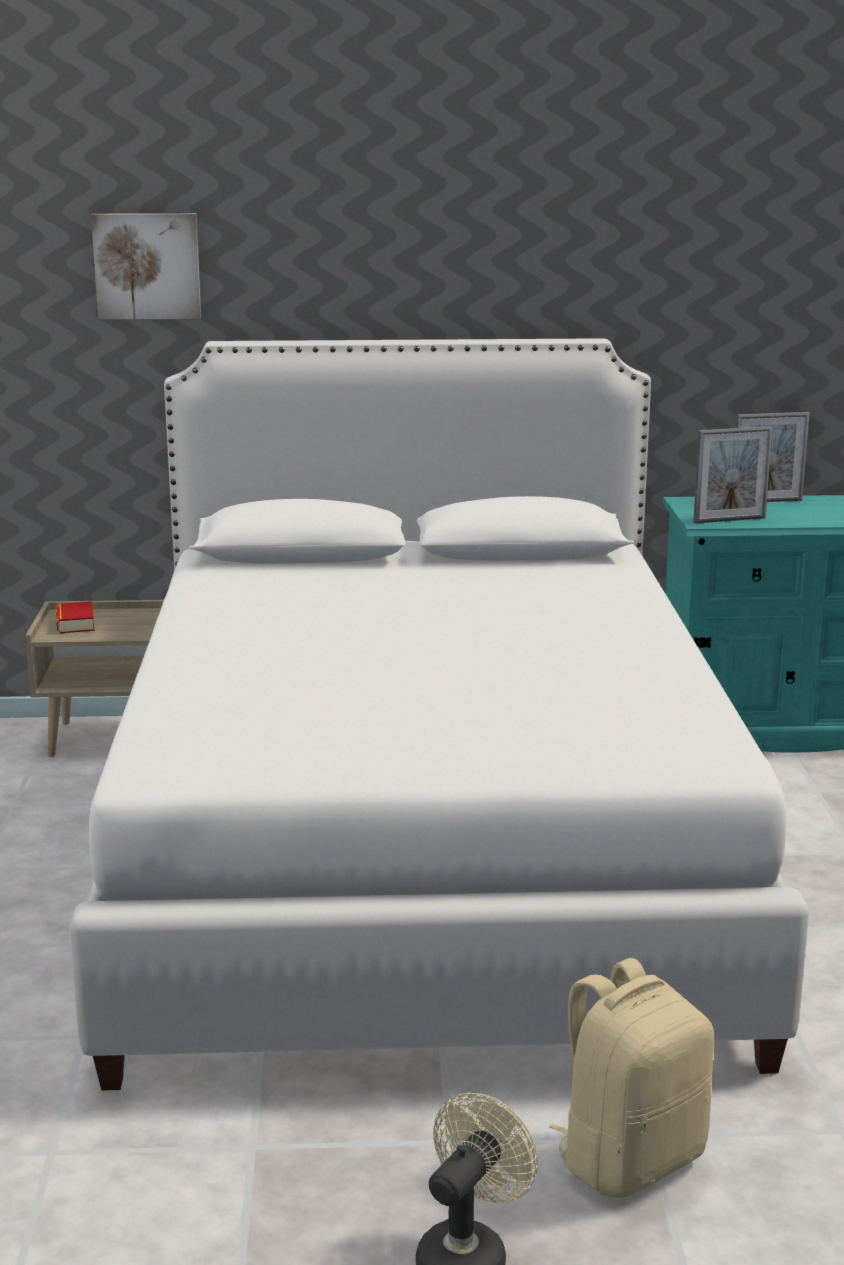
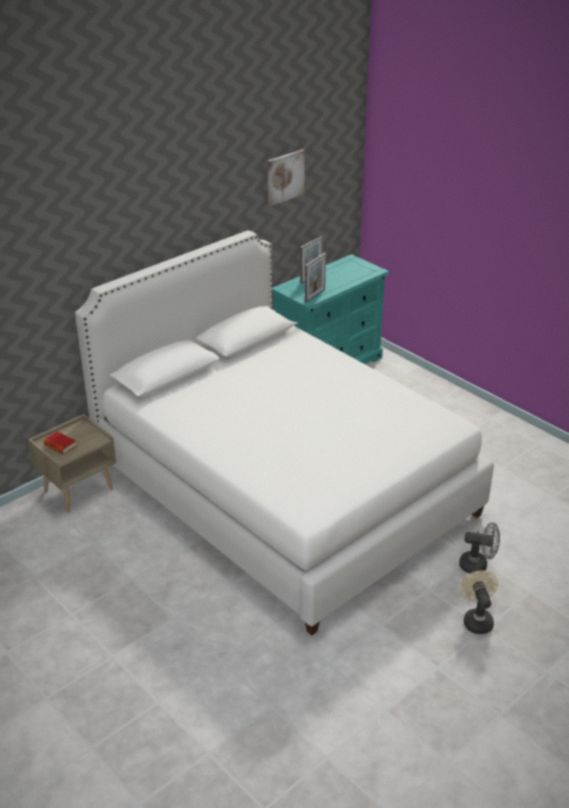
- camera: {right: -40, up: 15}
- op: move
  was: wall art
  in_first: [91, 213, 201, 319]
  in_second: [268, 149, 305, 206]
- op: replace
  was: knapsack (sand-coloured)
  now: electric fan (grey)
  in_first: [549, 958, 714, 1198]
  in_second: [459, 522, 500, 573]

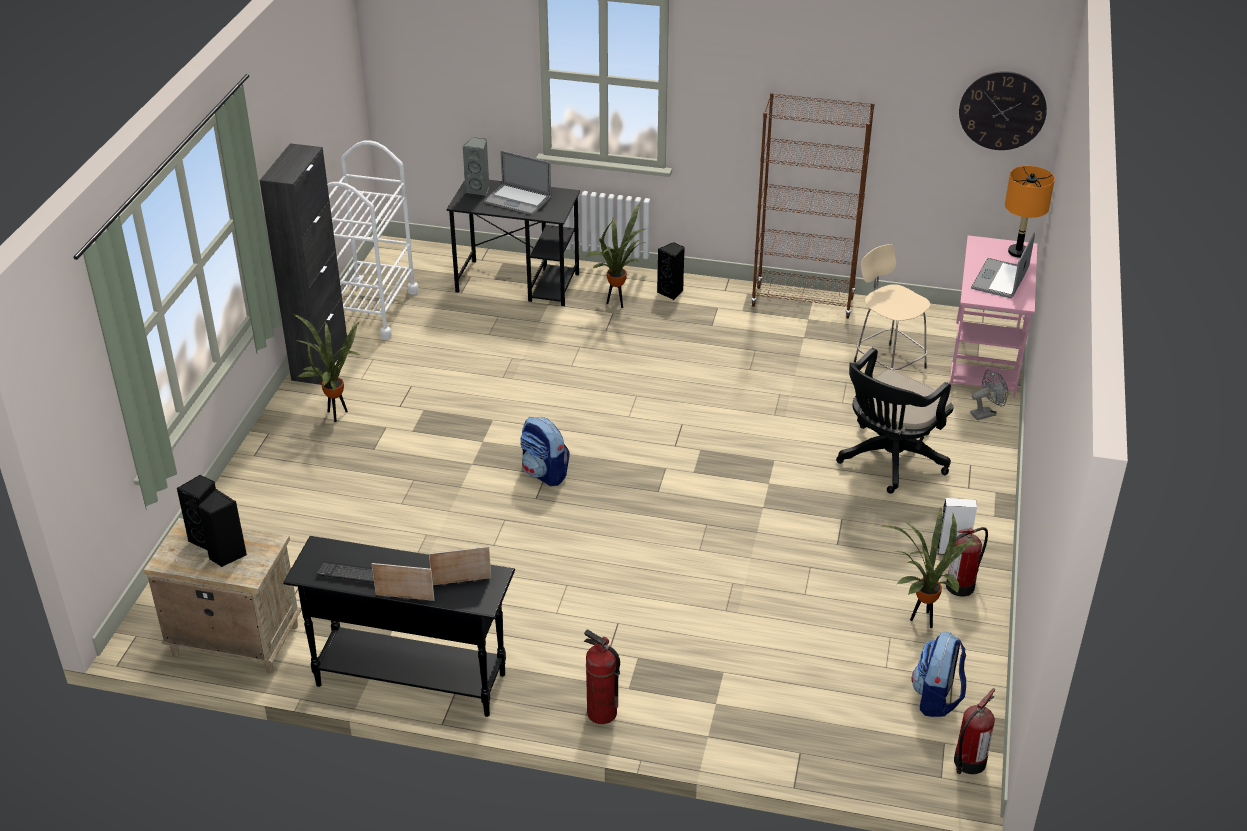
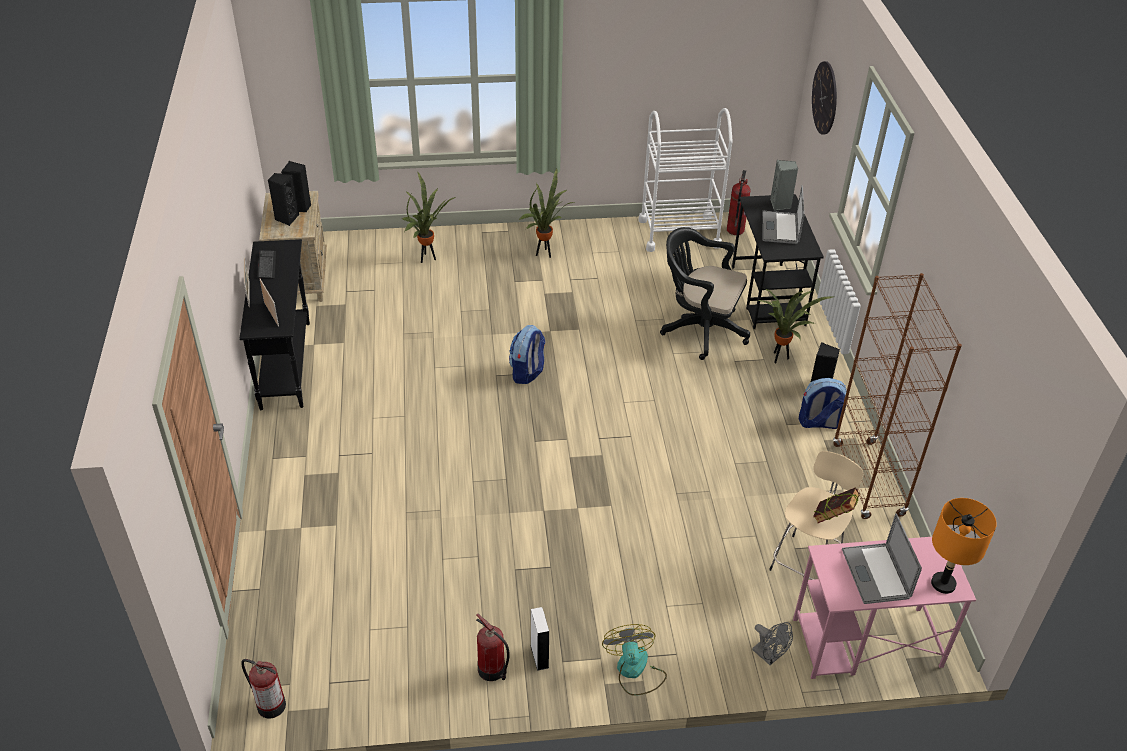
- camera: {right: 70, up: 5}
- op: delete
  was: cupboard (blackish)
  in_first: [259, 143, 347, 385]
- op: move
  was: fire extinguisher
  in_first: [584, 629, 620, 724]
  in_second: [727, 170, 751, 235]
- op: move
  was: office chair (blackish)
  in_first: [836, 348, 954, 494]
  in_second: [660, 227, 750, 360]
- op: move
  was: potted plant
  in_first: [883, 506, 982, 628]
  in_second: [402, 171, 456, 263]
- op: move
  was: knapsack
  in_first: [911, 632, 966, 717]
  in_second: [799, 378, 847, 429]
- op: move
  was: hanging clock
  in_first: [959, 71, 1047, 150]
  in_second: [812, 61, 837, 135]
- op: rotate
  was: laptop
  in_first: [971, 233, 1035, 298]
  in_second: [842, 514, 922, 604]
  clockwise: -105
- op: insert
  now: electric fan
  in_second: [602, 624, 667, 696]
- op: insert
  now: bound book
  in_second: [813, 487, 860, 523]

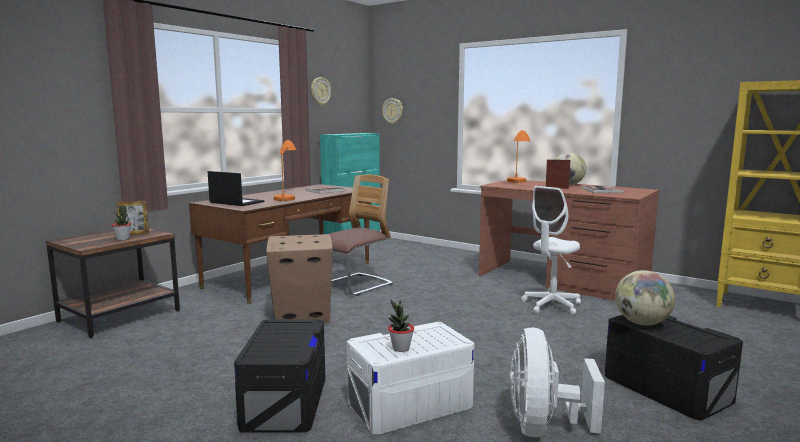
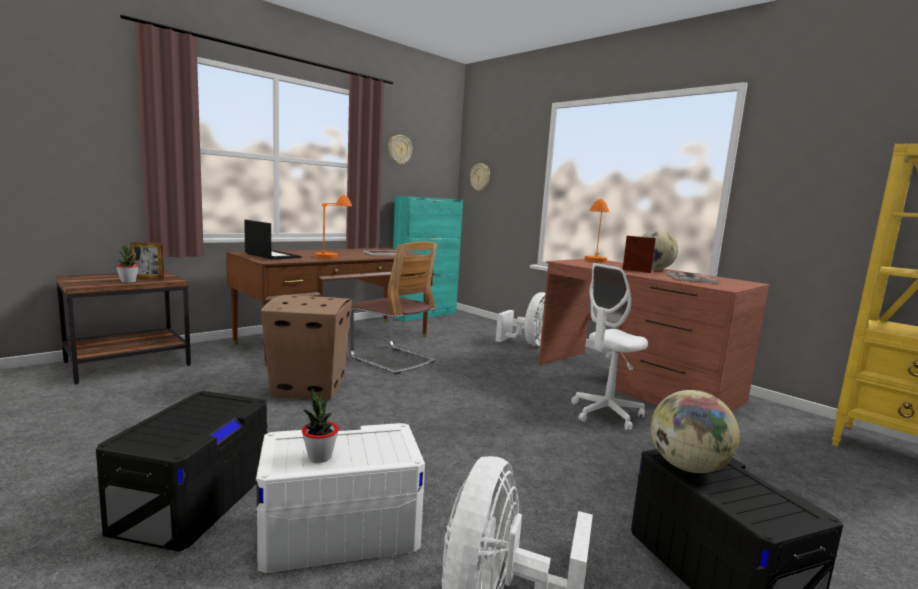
- camera: {right: 10, up: 0}
- op: rotate
  was: plain chair
  in_first: [329, 175, 393, 296]
  in_second: [350, 241, 438, 375]
  clockwise: 75
- op: insert
  now: electric fan (white)
  in_second: [496, 292, 545, 346]

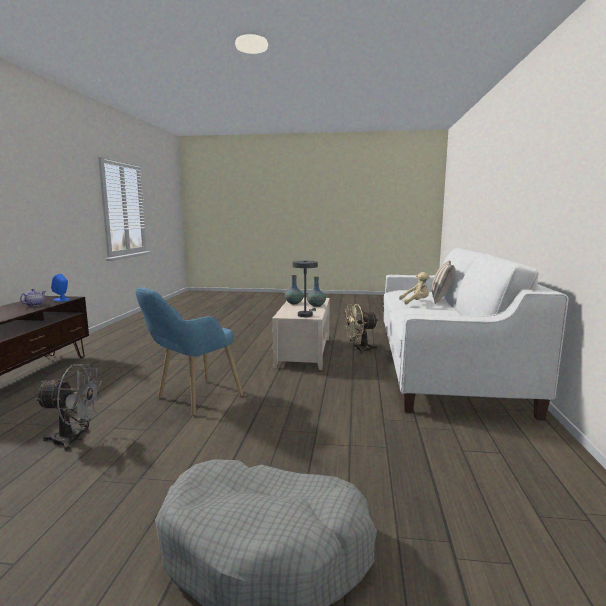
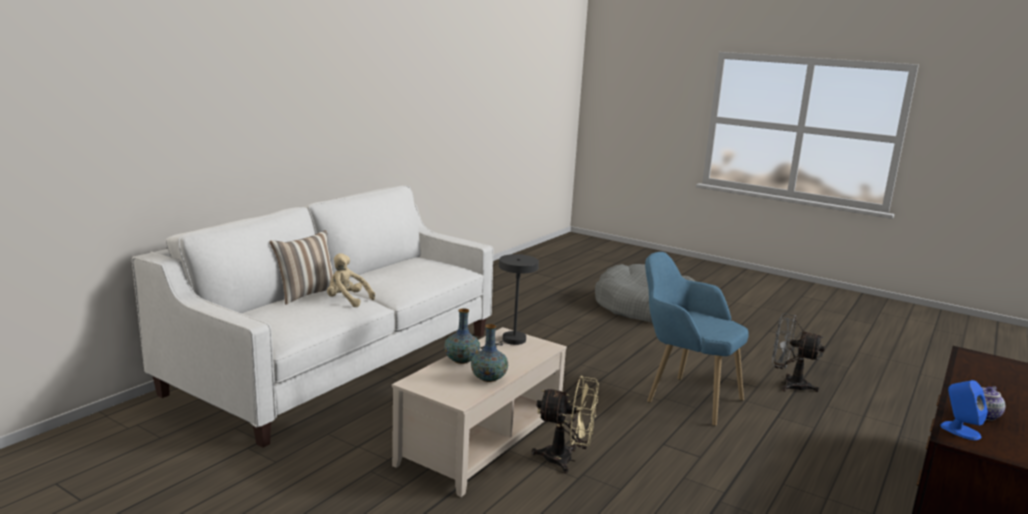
- camera: {right: -155, up: 5}
- op: rotate
  was: easy chair (bluish)
  in_first: [136, 287, 243, 416]
  in_second: [645, 252, 749, 426]
  clockwise: -120
- op: move
  was: electric fan (sand-coloured)
  in_first: [345, 304, 378, 354]
  in_second: [531, 376, 599, 473]

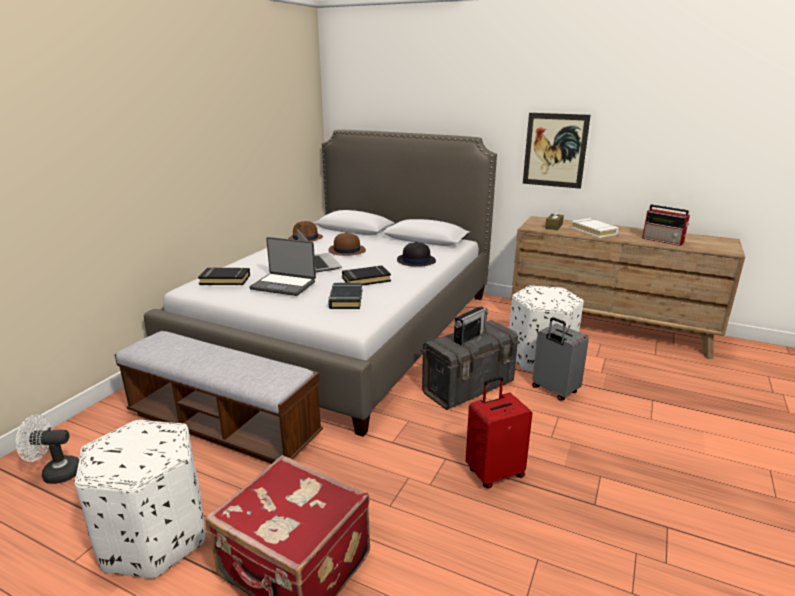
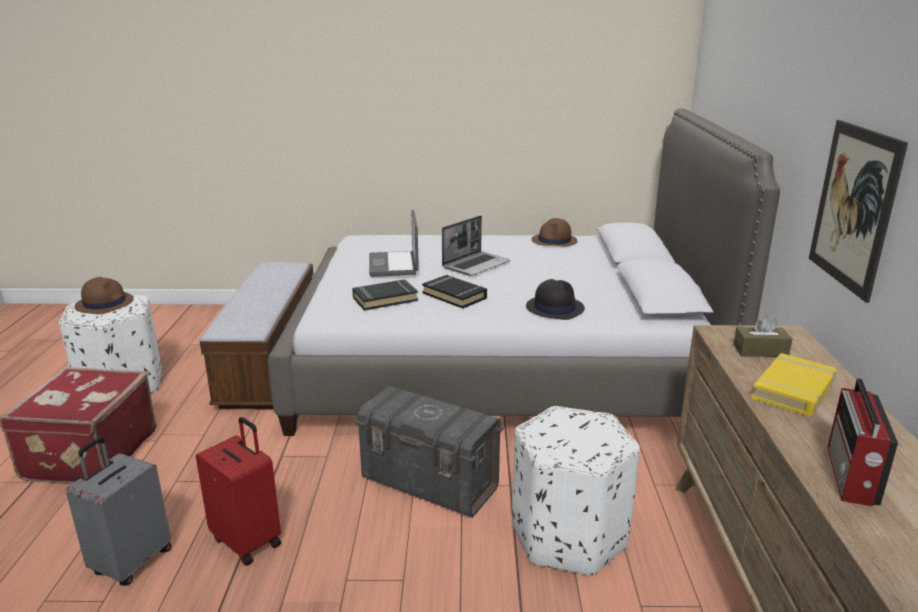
- camera: {right: 65, up: 0}
- op: delete
  was: electric fan (white)
  in_first: [16, 415, 79, 484]
- op: delete
  was: bound book (blackish)
  in_first: [198, 267, 250, 285]
- op: move
  was: clothing hat (brown-coloured)
  in_first: [328, 232, 366, 256]
  in_second: [74, 277, 134, 314]
- op: delete
  was: radio
  in_first: [454, 307, 488, 345]
- op: move
  was: piece of luggage (grey)
  in_first: [532, 317, 589, 401]
  in_second: [66, 437, 172, 586]
- op: recolor
  was: bound book (white)
  now: bound book (yellow-coloured)
  in_first: [571, 218, 619, 238]
  in_second: [752, 353, 836, 416]

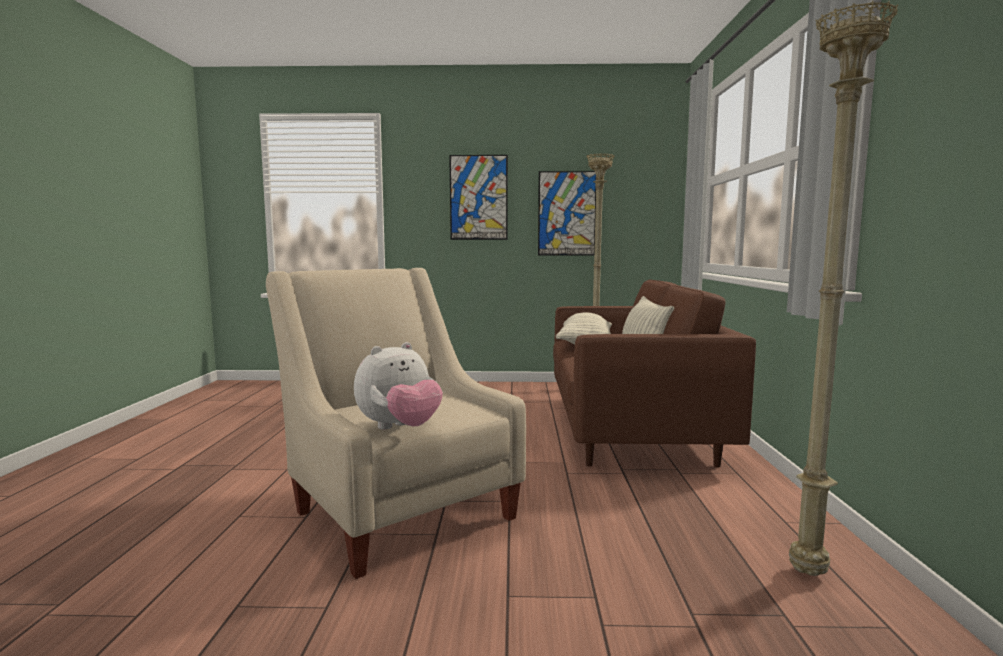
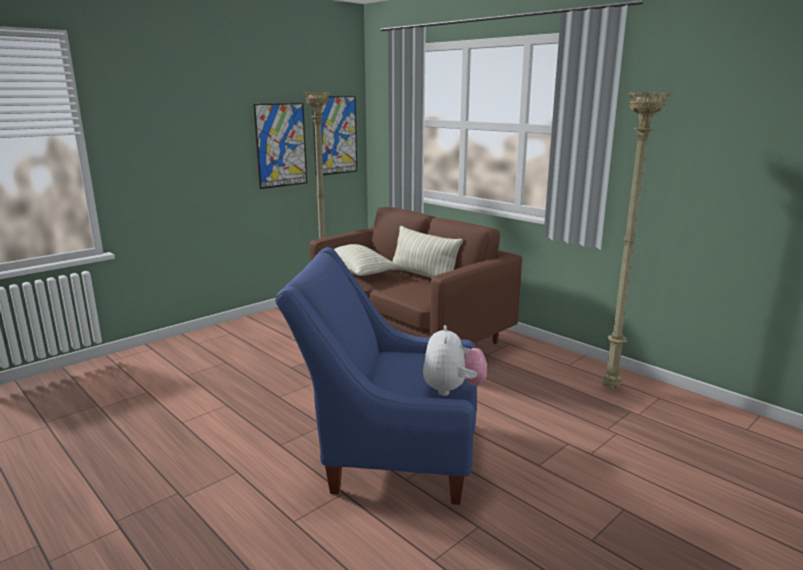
- camera: {right: -45, up: 10}
- op: recolor
  was: easy chair (sand-coloured)
  now: easy chair (bluish)
  in_first: [266, 268, 526, 579]
  in_second: [275, 247, 477, 505]
- op: move
  was: wall art
  in_first: [449, 155, 508, 240]
  in_second: [313, 96, 357, 176]

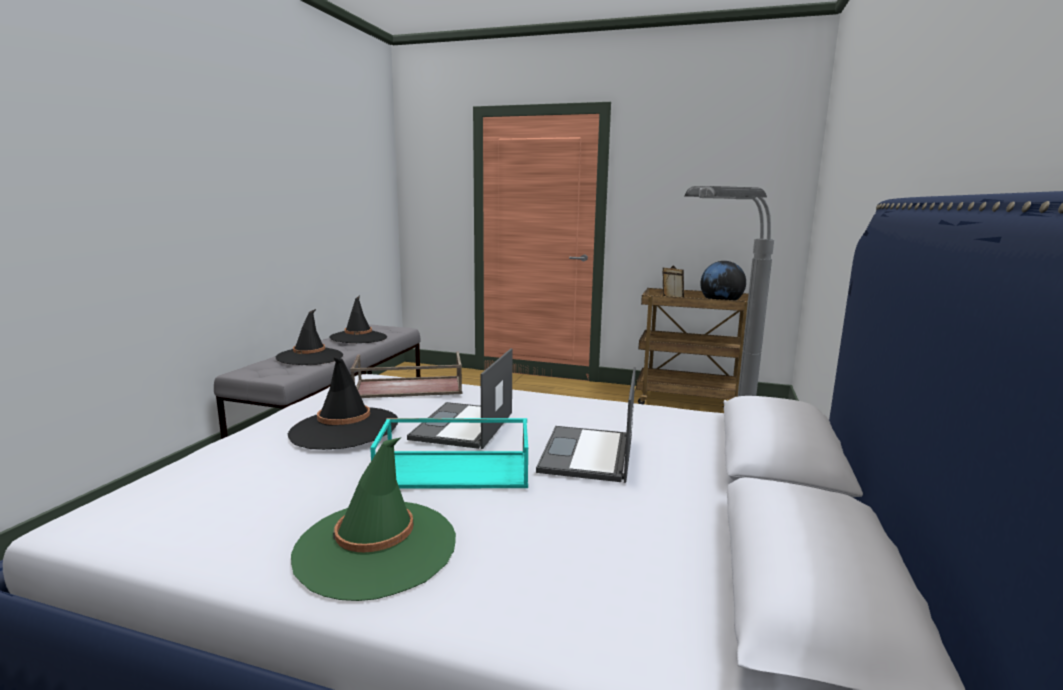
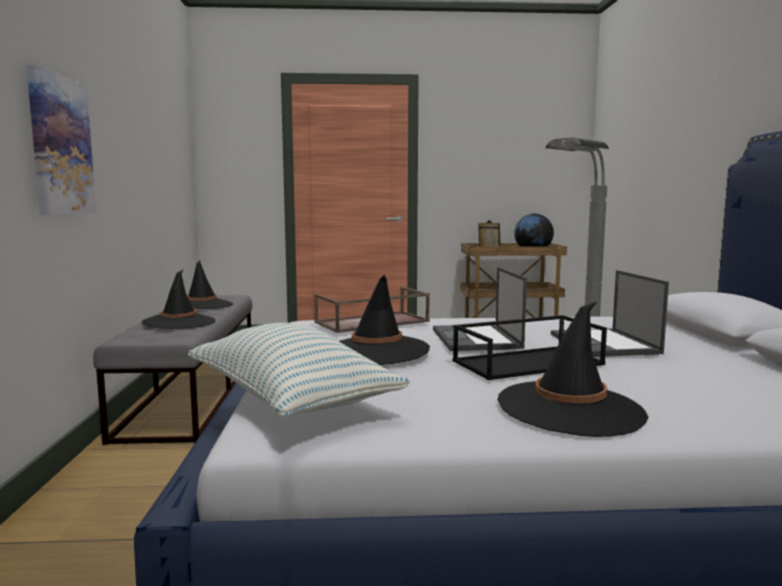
- camera: {right: -20, up: -5}
- op: recolor
  was: clothing hat (green)
  now: clothing hat (blackish)
  in_first: [291, 437, 456, 601]
  in_second: [497, 301, 648, 437]
- op: recolor
  was: carrying tray (blue-green)
  now: carrying tray (blackish)
  in_first: [370, 418, 528, 489]
  in_second: [453, 315, 607, 380]
- op: insert
  now: wall art
  in_second: [26, 64, 96, 215]
- op: insert
  now: pillow
  in_second: [188, 323, 410, 418]

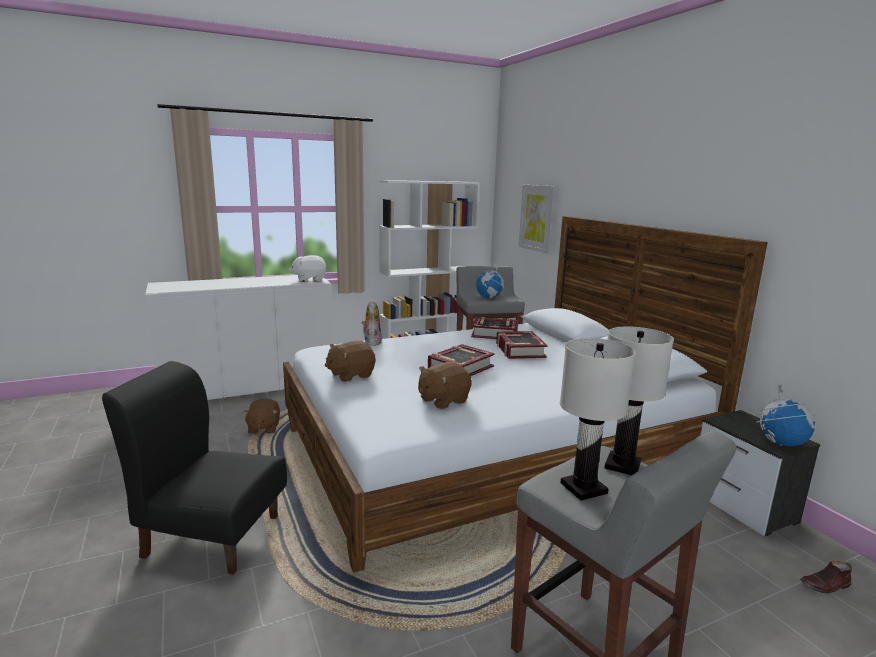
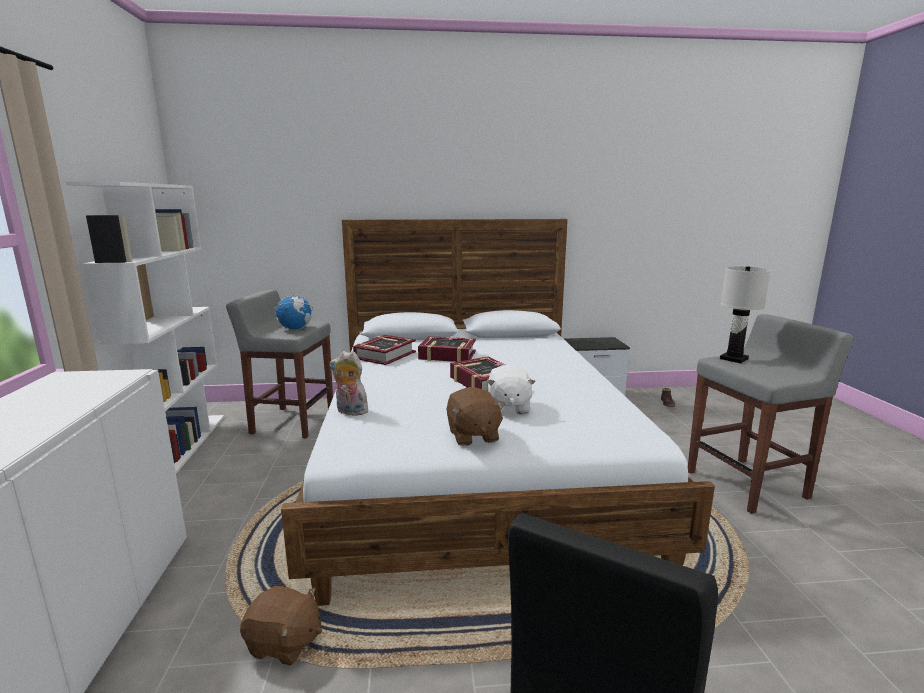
- camera: {right: -70, up: 0}
- op: move
  was: cuddly toy (white)
  in_first: [289, 255, 327, 282]
  in_second: [486, 365, 536, 414]
- op: delete
  was: cuddly toy (brown-coloured)
  in_first: [418, 362, 472, 409]
- op: delete
  was: wall art
  in_first: [519, 185, 556, 254]
- op: delete
  was: table lamp (white)
  in_first: [560, 338, 635, 501]
- op: delete
  was: world globe
  in_first: [757, 384, 816, 446]

